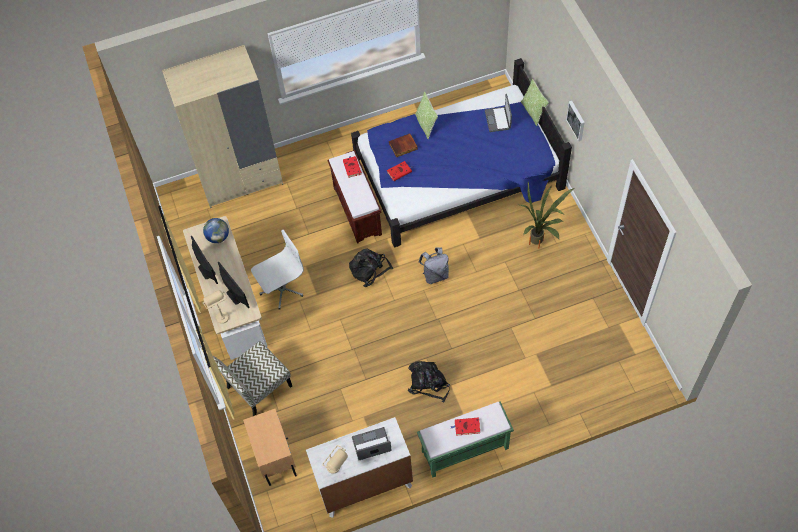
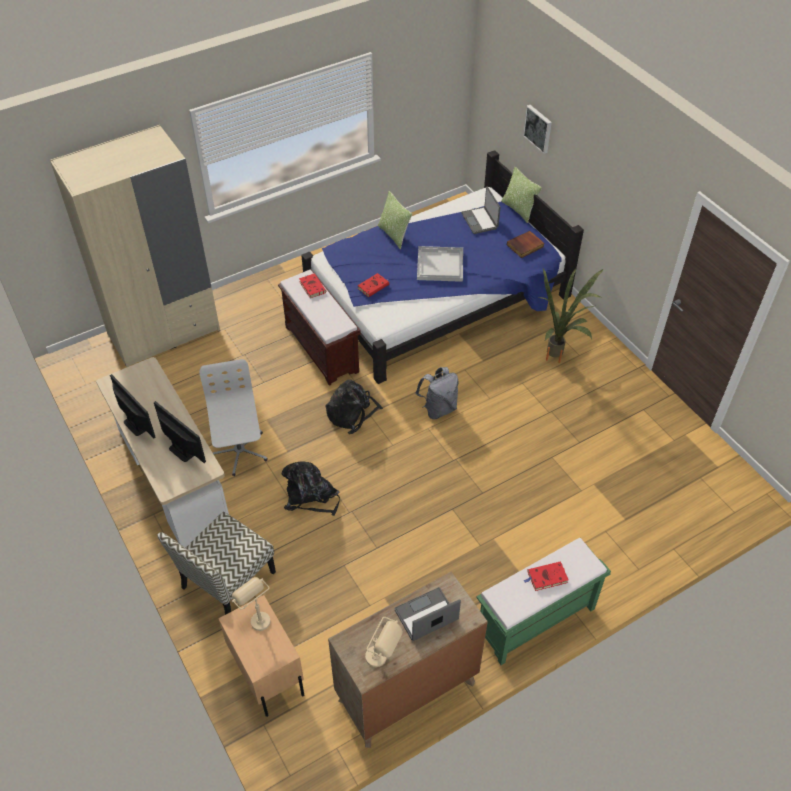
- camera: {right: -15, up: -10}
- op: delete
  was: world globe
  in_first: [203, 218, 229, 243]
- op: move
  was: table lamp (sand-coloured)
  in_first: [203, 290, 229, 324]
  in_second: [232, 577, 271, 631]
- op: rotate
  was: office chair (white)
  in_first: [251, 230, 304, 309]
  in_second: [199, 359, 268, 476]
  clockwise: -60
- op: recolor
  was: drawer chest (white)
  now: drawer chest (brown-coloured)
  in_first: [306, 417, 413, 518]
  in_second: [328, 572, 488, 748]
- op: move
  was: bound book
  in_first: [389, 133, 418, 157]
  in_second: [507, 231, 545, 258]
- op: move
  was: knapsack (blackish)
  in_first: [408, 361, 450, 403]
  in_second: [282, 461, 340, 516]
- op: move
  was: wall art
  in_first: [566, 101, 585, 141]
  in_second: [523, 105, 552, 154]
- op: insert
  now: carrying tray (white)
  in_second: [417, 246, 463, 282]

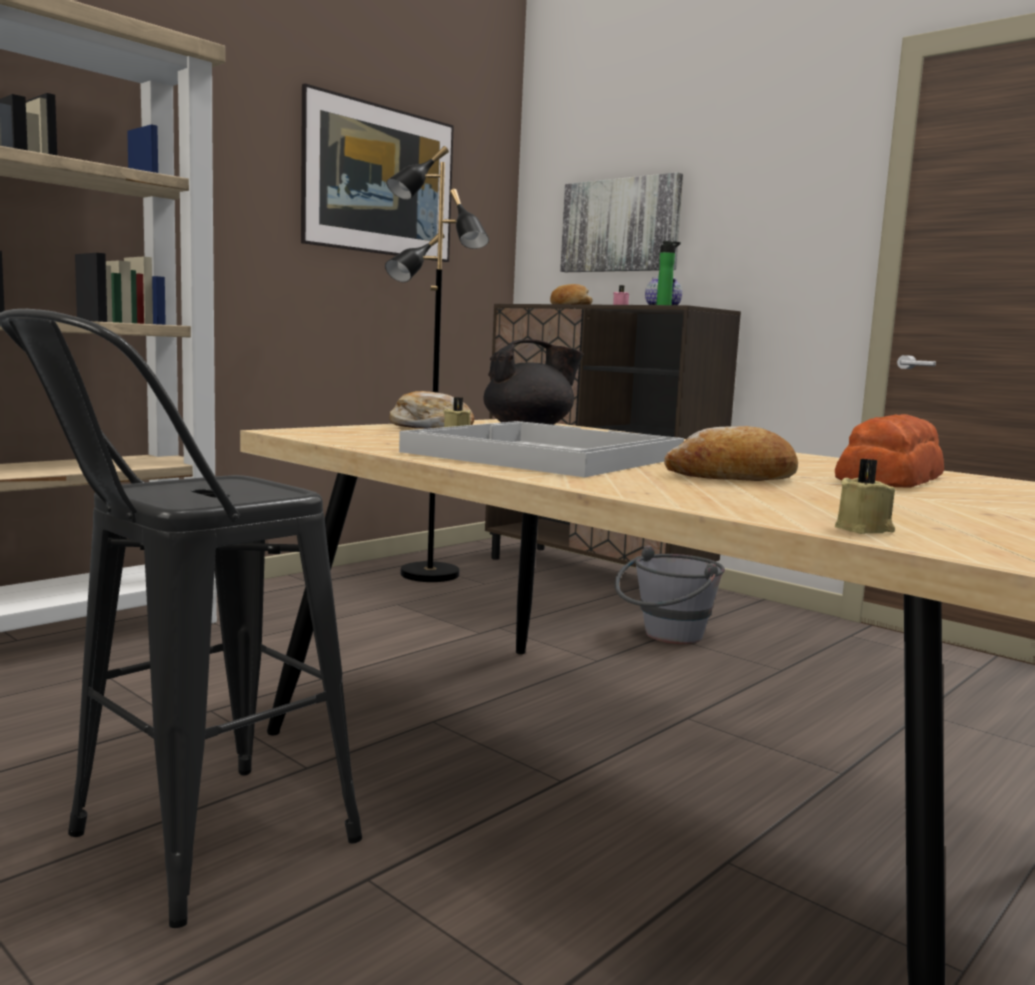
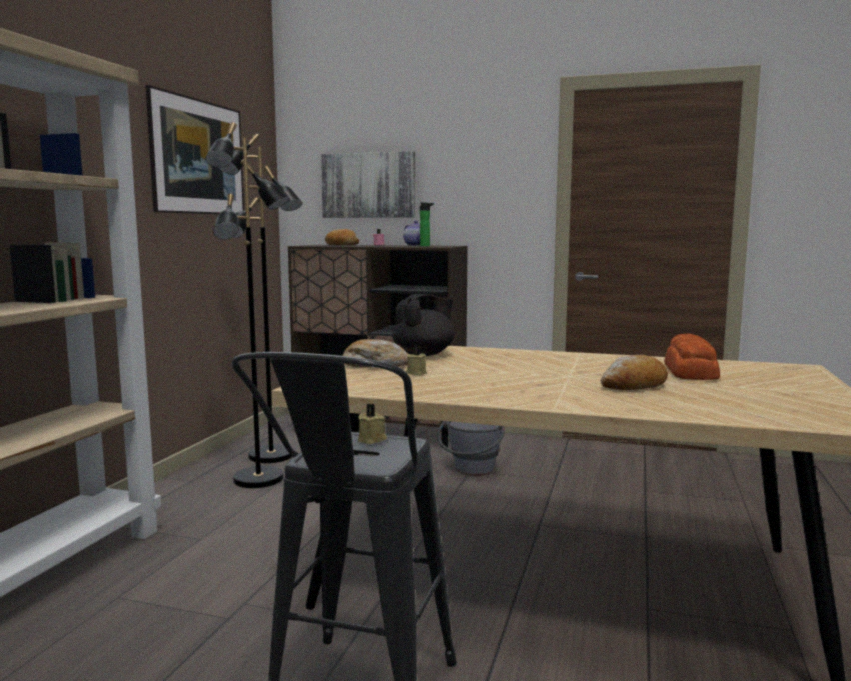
- camera: {right: -25, up: 0}
- op: delete
  was: carrying tray (white)
  in_first: [399, 421, 684, 477]
- op: move
  was: candle (sand-coloured)
  in_first: [835, 459, 895, 534]
  in_second: [358, 404, 387, 444]
- op: insert
  now: standard lamp (blackish)
  in_second: [206, 122, 290, 488]

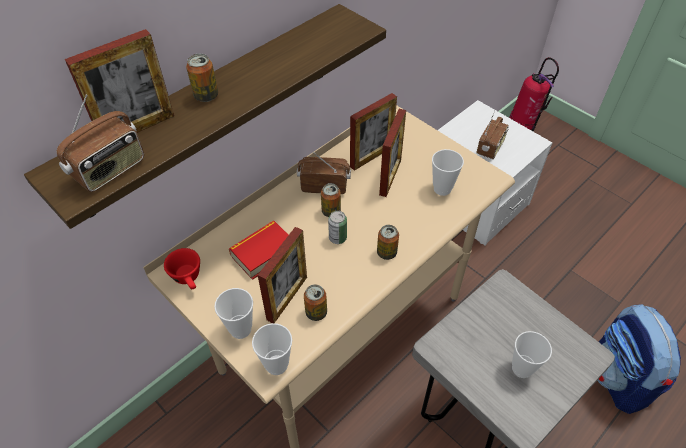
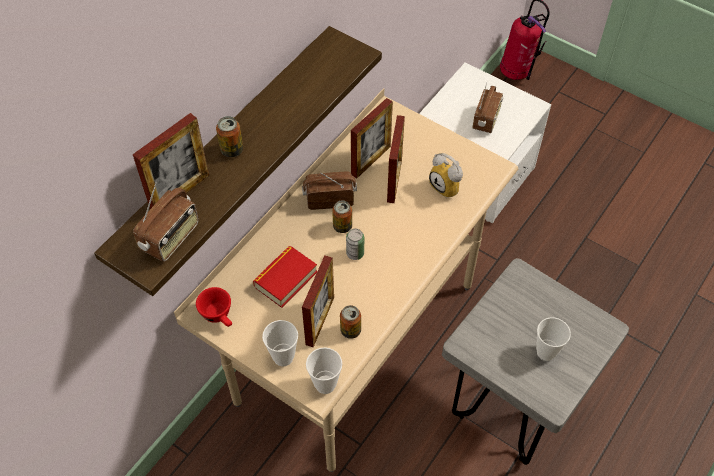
- camera: {right: -10, up: 5}
- op: delete
  was: can
  in_first: [377, 225, 399, 260]
- op: replace
  was: drinking cup
  now: bedside clock
  in_first: [432, 149, 464, 196]
  in_second: [429, 153, 463, 198]
- op: delete
  was: knapsack
  in_first: [597, 304, 681, 414]

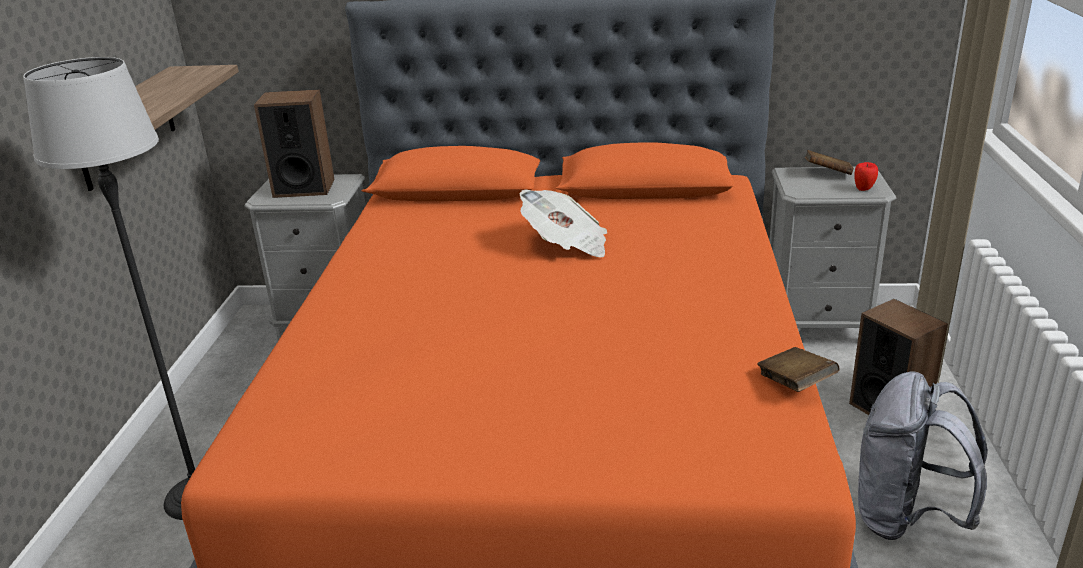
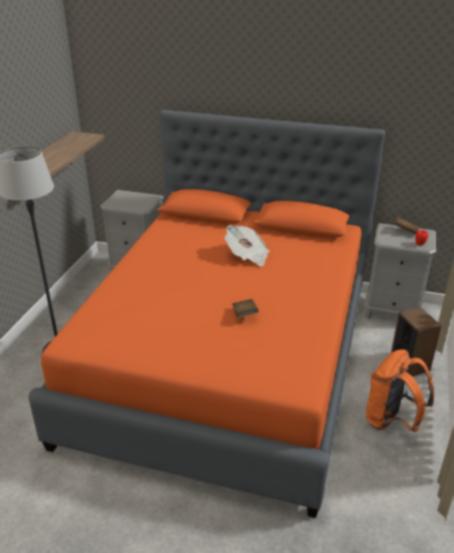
- camera: {right: 10, up: 5}
- op: delete
  was: loudspeaker
  in_first: [254, 89, 335, 198]
- op: move
  was: bound book (brown-coloured)
  in_first: [757, 347, 840, 392]
  in_second: [232, 299, 259, 318]
- op: recolor
  was: knapsack (grey)
  now: knapsack (orangey)
  in_first: [858, 371, 988, 540]
  in_second: [366, 349, 434, 432]

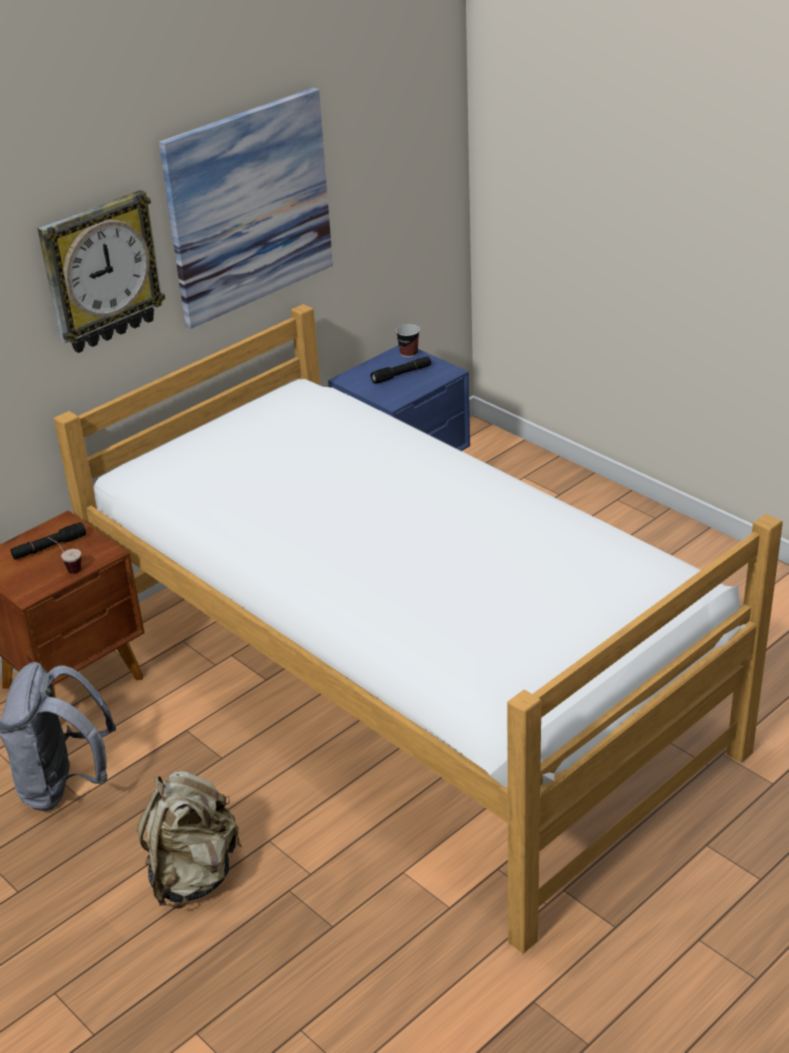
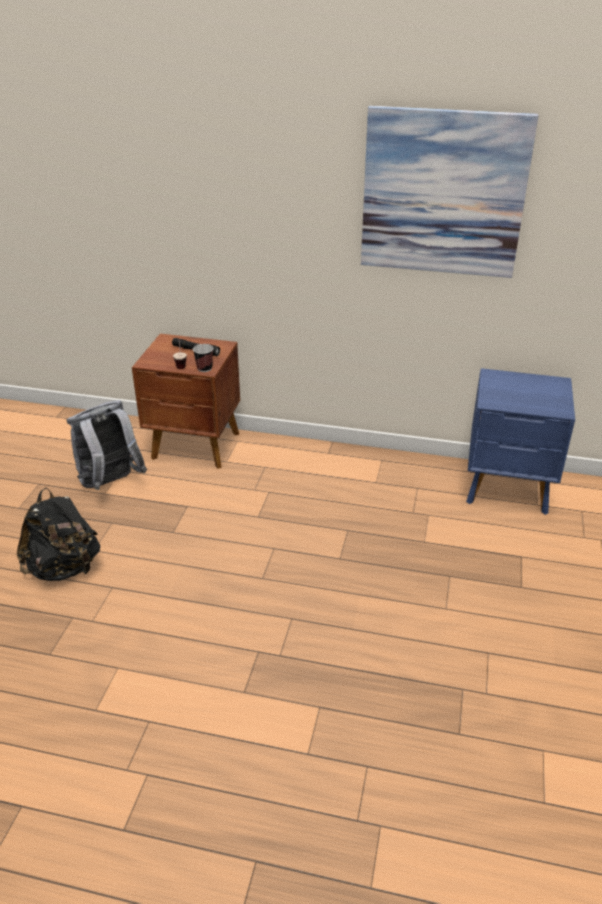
- camera: {right: 55, up: 0}
- op: delete
  was: hanging clock
  in_first: [37, 190, 165, 353]
- op: delete
  was: sleeping bed
  in_first: [54, 304, 783, 953]
- op: recolor
  was: knapsack (sand-coloured)
  now: knapsack (blackish)
  in_first: [137, 771, 242, 908]
  in_second: [17, 488, 100, 581]
- op: delete
  was: hand torch (blackish)
  in_first: [370, 356, 431, 384]
- op: move
  was: drinking cup
  in_first: [396, 324, 420, 358]
  in_second: [193, 344, 213, 372]

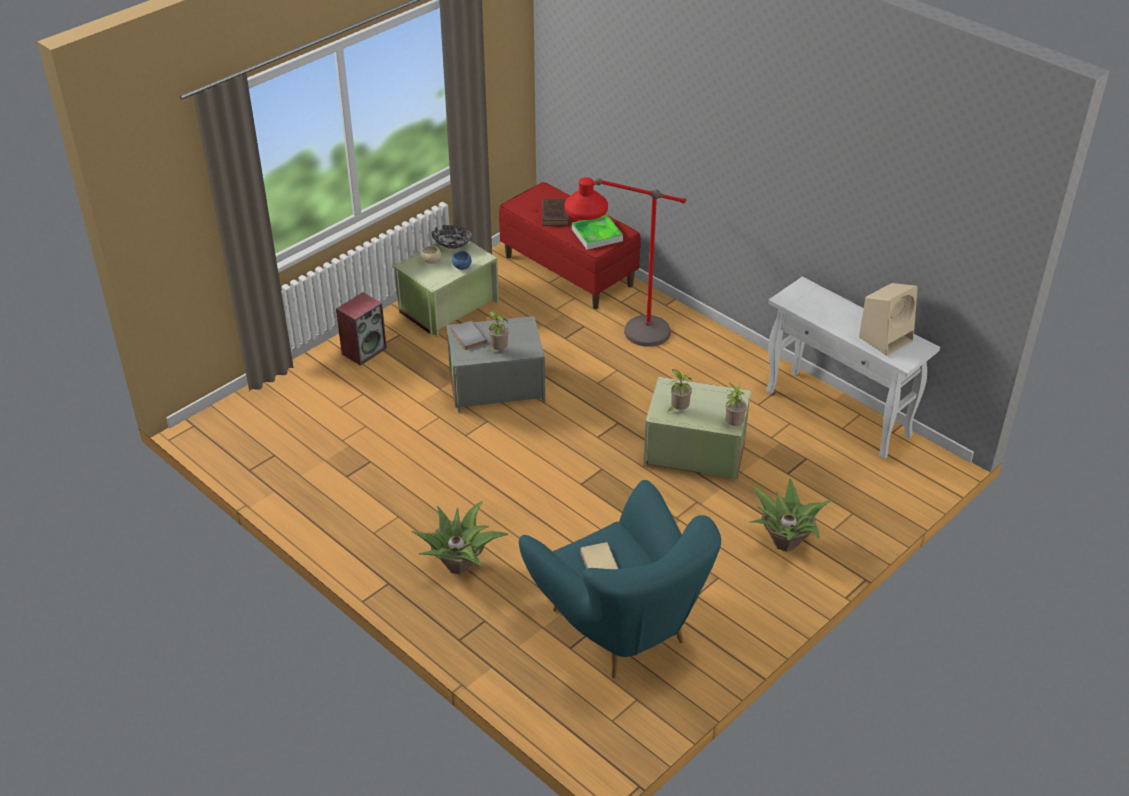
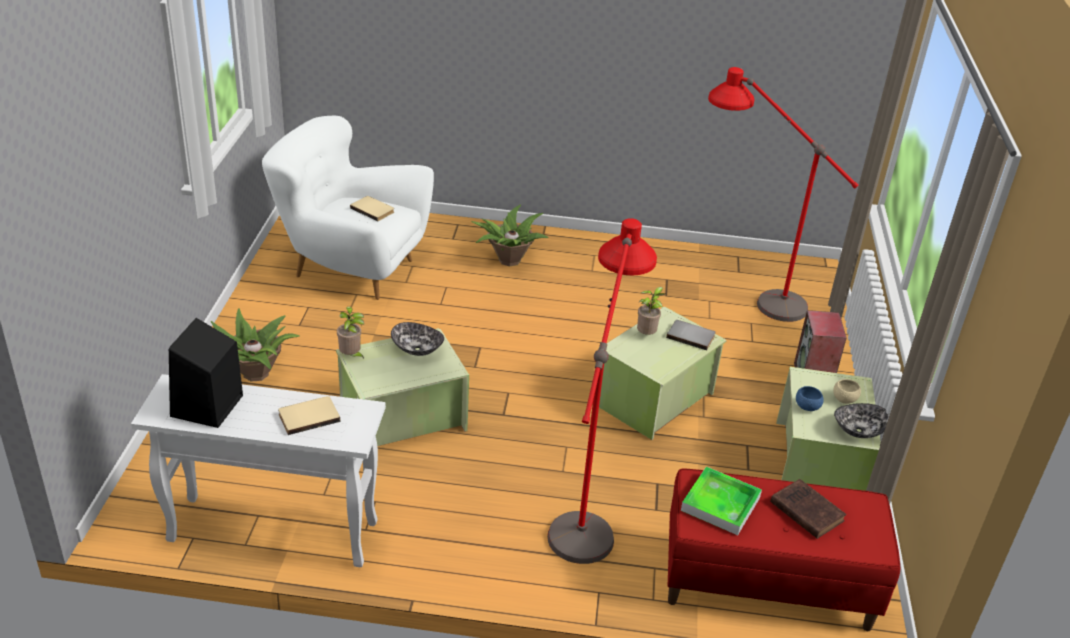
- camera: {right: 140, up: -5}
- op: recolor
  was: storage box (grey)
  now: storage box (green)
  in_first: [446, 316, 545, 413]
  in_second: [598, 306, 727, 440]
- op: recolor
  was: easy chair (blue-green)
  now: easy chair (white)
  in_first: [519, 480, 721, 678]
  in_second: [262, 116, 434, 300]
- op: replace
  was: potted plant
  now: bowl
  in_first: [667, 369, 692, 412]
  in_second: [391, 322, 444, 356]
- op: recolor
  was: loudspeaker (sand-coloured)
  now: loudspeaker (blackish)
  in_first: [859, 283, 918, 356]
  in_second: [169, 318, 243, 428]
- op: insert
  now: bound book (sand-coloured)
  in_second: [278, 396, 341, 435]
- op: insert
  now: standard lamp (reddish)
  in_second: [708, 67, 859, 322]

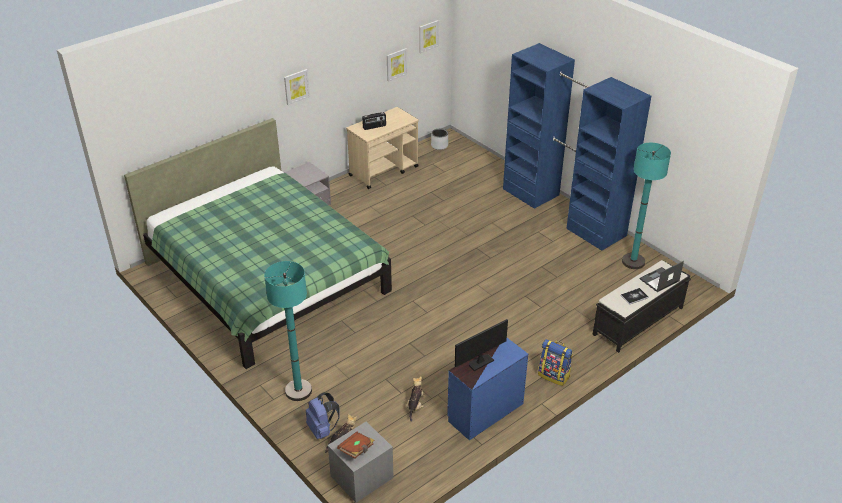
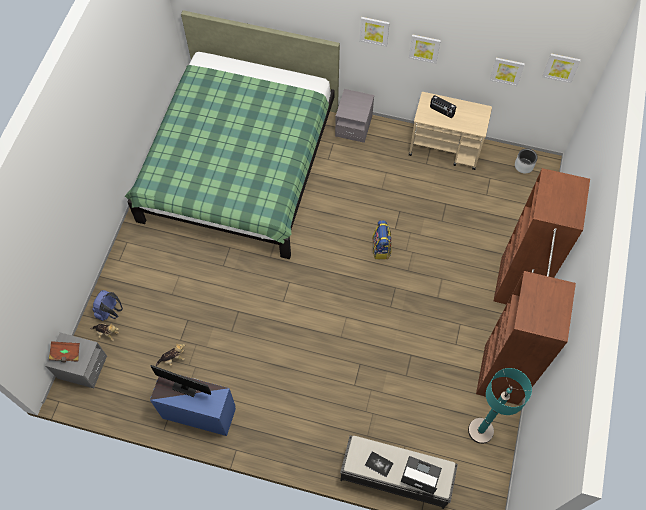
- camera: {right: 55, up: 25}
- op: delete
  was: standard lamp (blue-green)
  in_first: [264, 261, 312, 401]
- op: recolor
  was: armoire (bluish)
  now: armoire (brown-coloured)
  in_first: [503, 43, 651, 251]
  in_second: [476, 168, 590, 405]
- op: move
  was: knapsack
  in_first: [538, 339, 573, 386]
  in_second: [372, 220, 391, 260]
- op: insert
  now: wall art
  in_second: [409, 34, 441, 64]

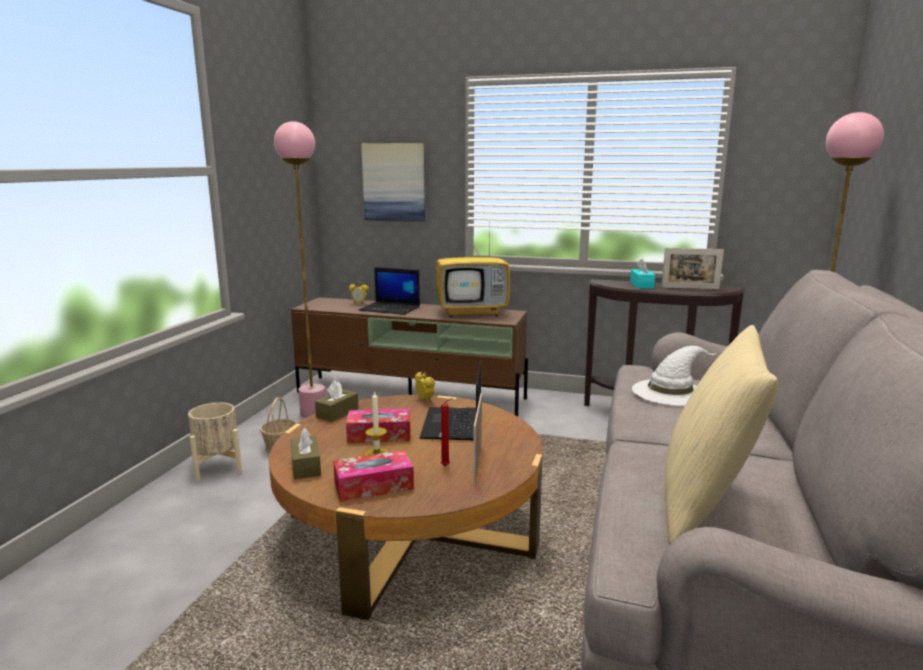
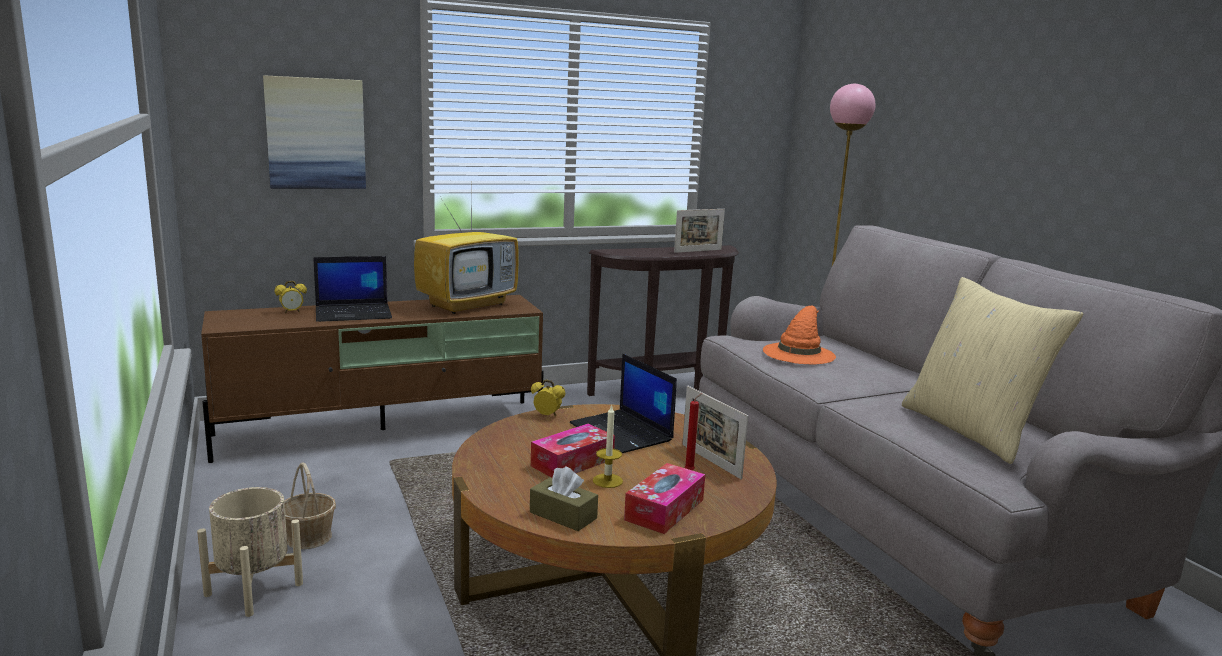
- camera: {right: -40, up: 0}
- op: delete
  was: standard lamp (pink)
  in_first: [274, 121, 326, 418]
- op: delete
  was: tissue box (brown-coloured)
  in_first: [315, 381, 359, 422]
- op: delete
  was: tissue box (blue-green)
  in_first: [630, 259, 655, 288]
- op: recolor
  was: clothing hat (white)
  now: clothing hat (orangey)
  in_first: [632, 346, 717, 406]
  in_second: [763, 306, 836, 364]

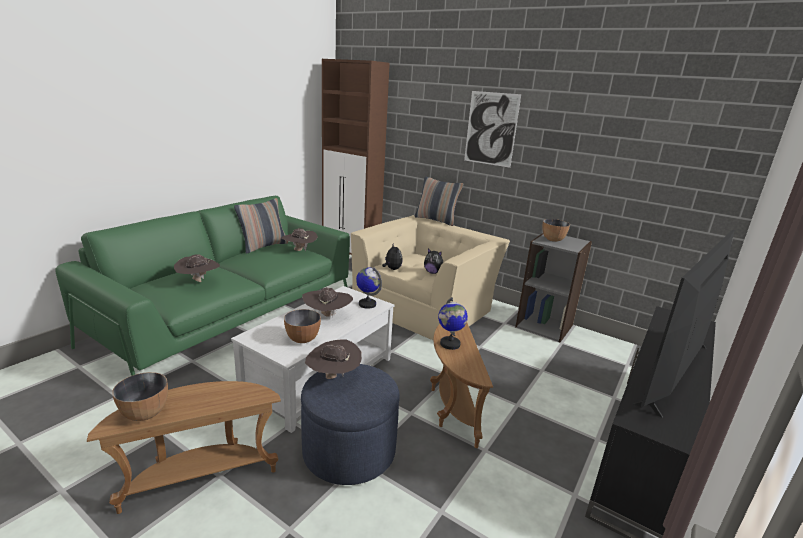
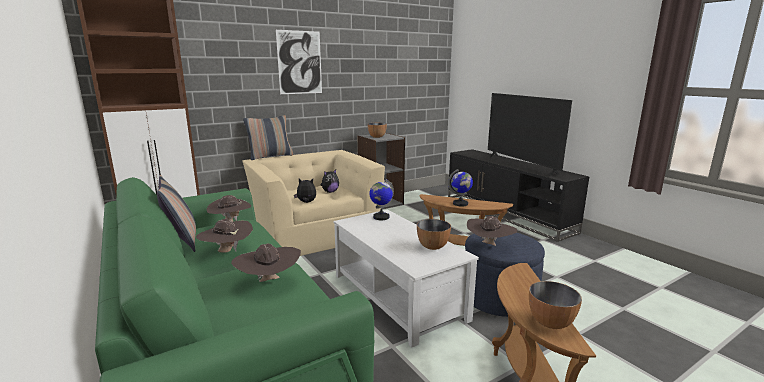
- camera: {right: -65, up: -5}
- op: move
  was: clothing hat (brown-coloured)
  in_first: [302, 287, 353, 320]
  in_second: [196, 219, 253, 253]

